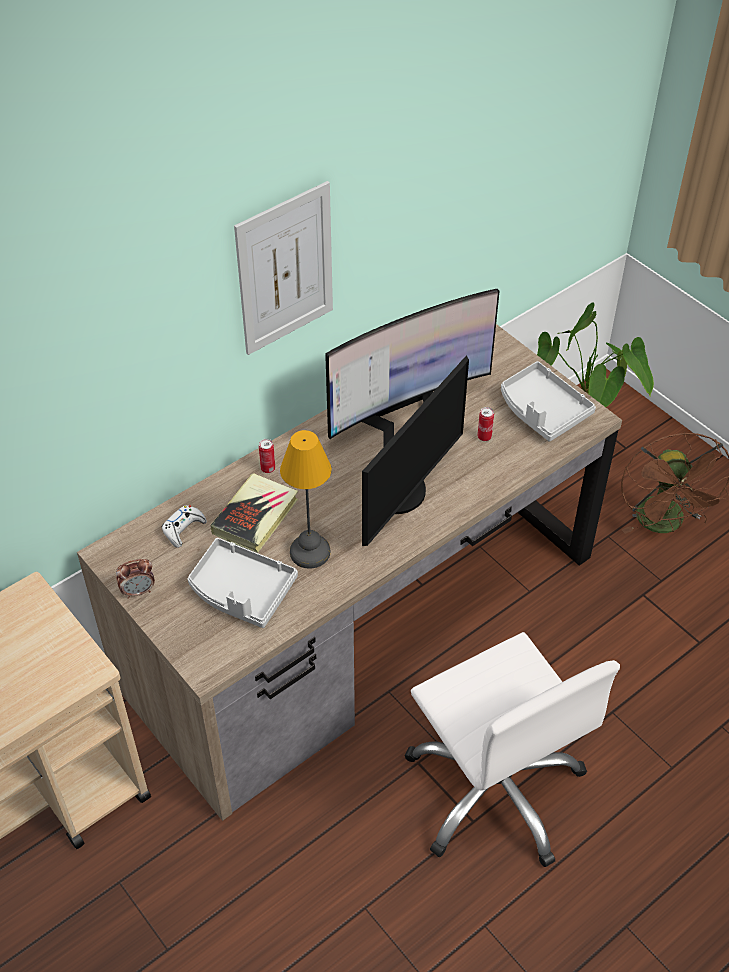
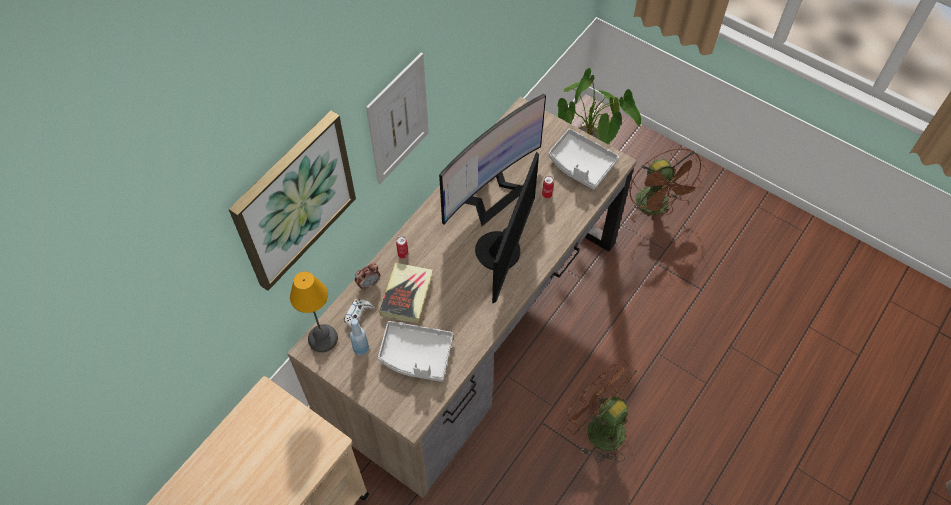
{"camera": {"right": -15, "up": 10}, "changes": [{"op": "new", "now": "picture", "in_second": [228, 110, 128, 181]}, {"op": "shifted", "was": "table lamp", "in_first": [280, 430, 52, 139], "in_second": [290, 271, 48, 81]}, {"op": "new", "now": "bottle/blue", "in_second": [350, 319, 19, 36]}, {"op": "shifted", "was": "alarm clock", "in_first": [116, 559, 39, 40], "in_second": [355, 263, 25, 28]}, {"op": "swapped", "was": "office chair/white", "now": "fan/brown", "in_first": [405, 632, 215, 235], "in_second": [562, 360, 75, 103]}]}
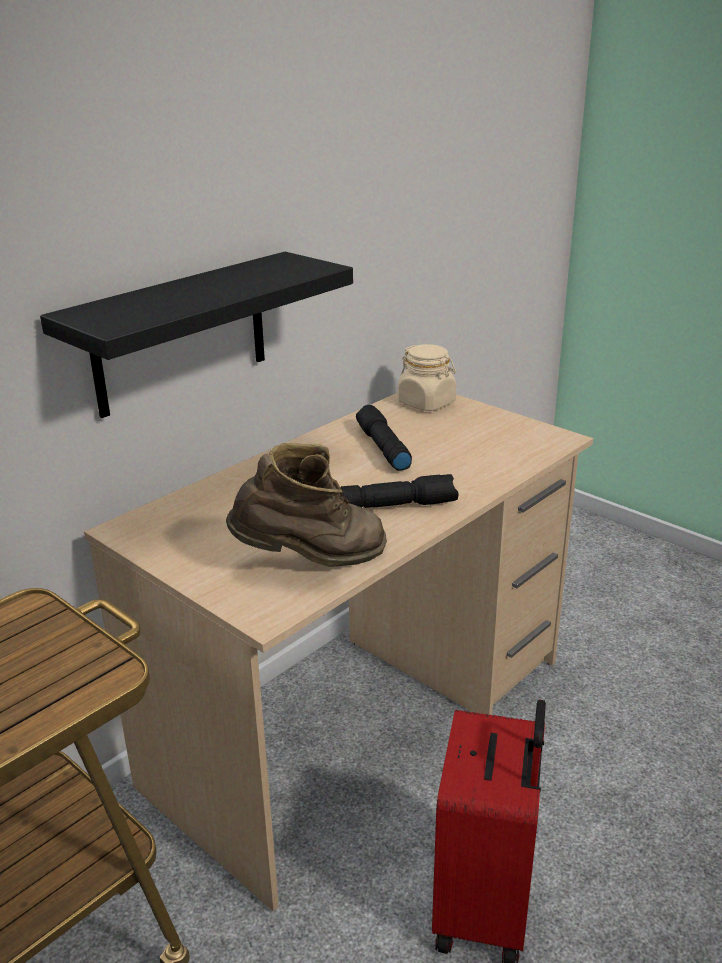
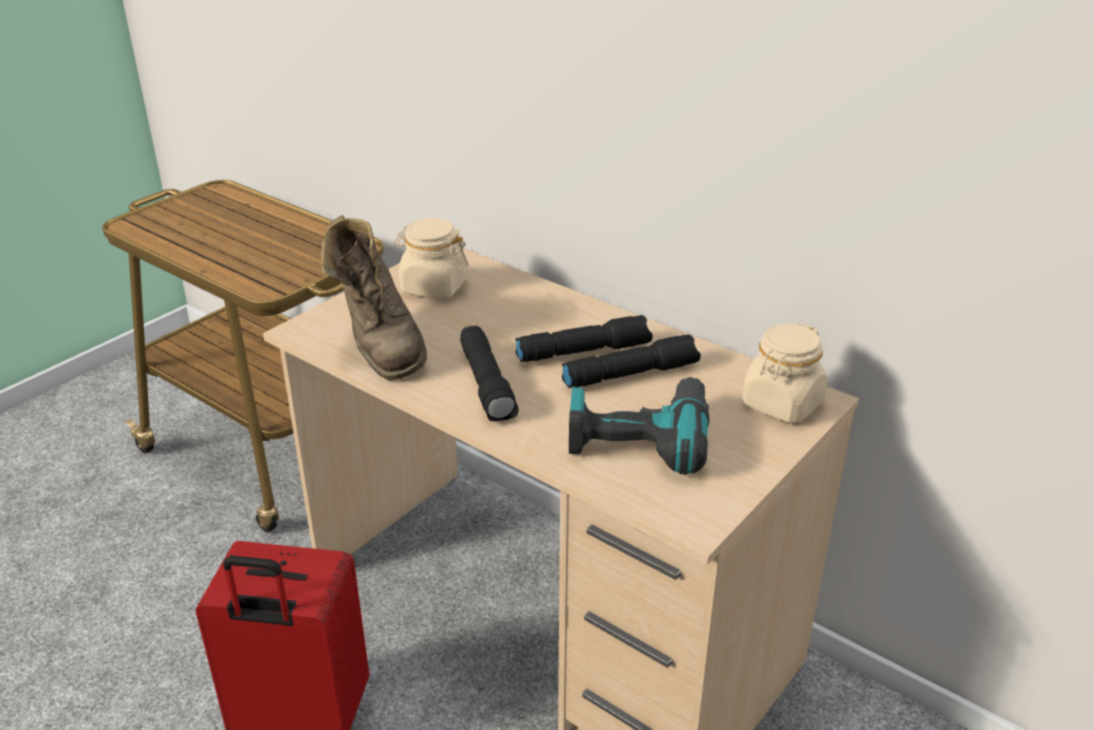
{"camera": {"right": 85, "up": 5}, "changes": [{"op": "new", "now": "jar/beige", "in_second": [394, 218, 75, 81]}, {"op": "new", "now": "flashlight/black", "in_second": [515, 315, 138, 47]}, {"op": "new", "now": "power drill", "in_second": [569, 377, 141, 98]}, {"op": "gone", "was": "shelf/black", "in_first": [40, 252, 313, 166]}]}
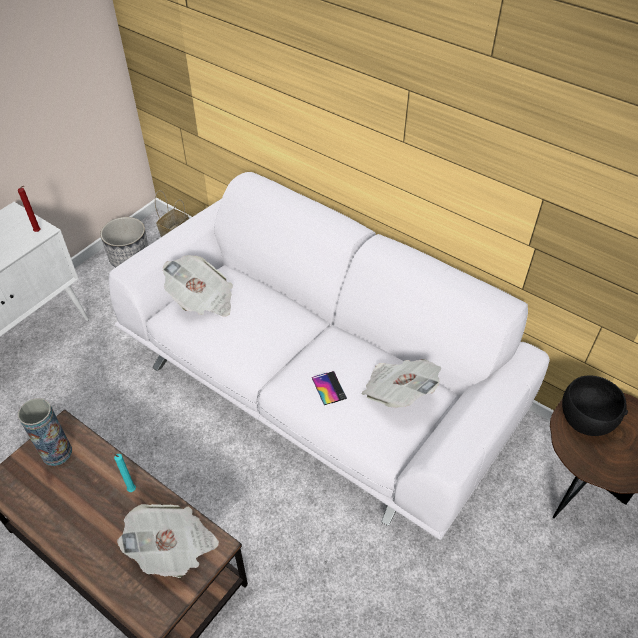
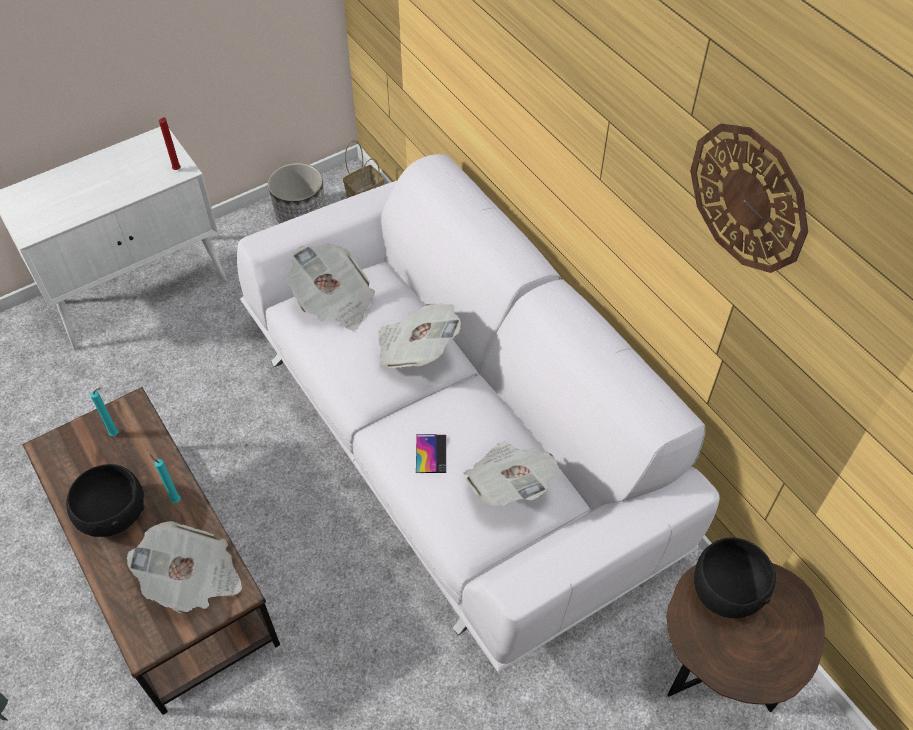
{"camera": {"right": 20, "up": 5}, "changes": [{"op": "new", "now": "bowl/black", "in_second": [66, 464, 78, 73]}, {"op": "swapped", "was": "vase", "now": "candle/turquoise", "in_first": [18, 398, 54, 68], "in_second": [90, 388, 29, 48]}, {"op": "new", "now": "newspaper", "in_second": [378, 303, 83, 65]}, {"op": "new", "now": "wall clock", "in_second": [690, 124, 118, 149]}]}
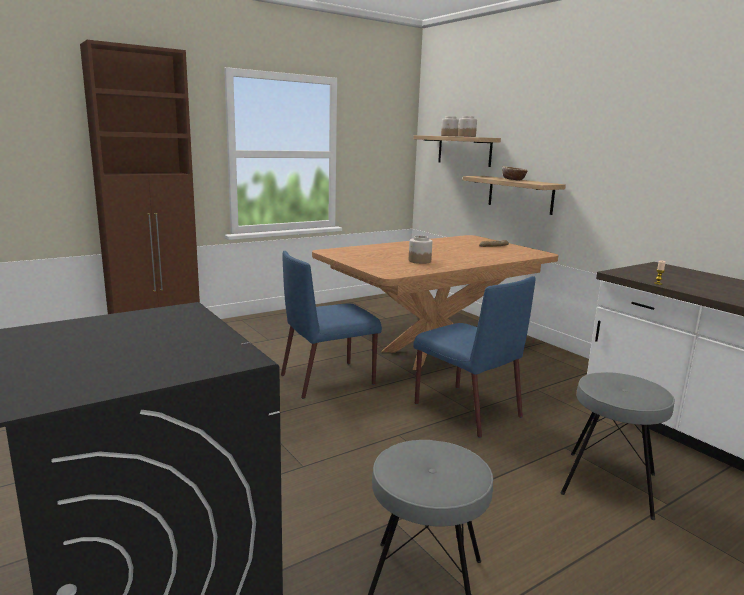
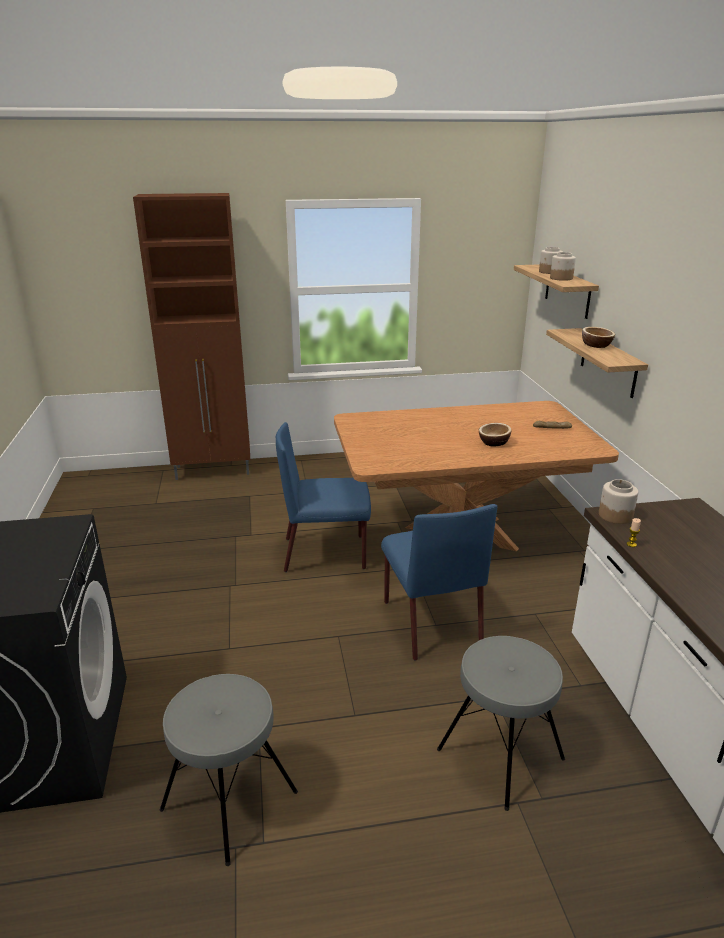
{"camera": {"right": 25, "up": 10}, "changes": [{"op": "new", "now": "bowl", "in_second": [479, 423, 32, 24]}, {"op": "shifted", "was": "jar", "in_first": [409, 236, 23, 28], "in_second": [599, 479, 39, 45]}]}
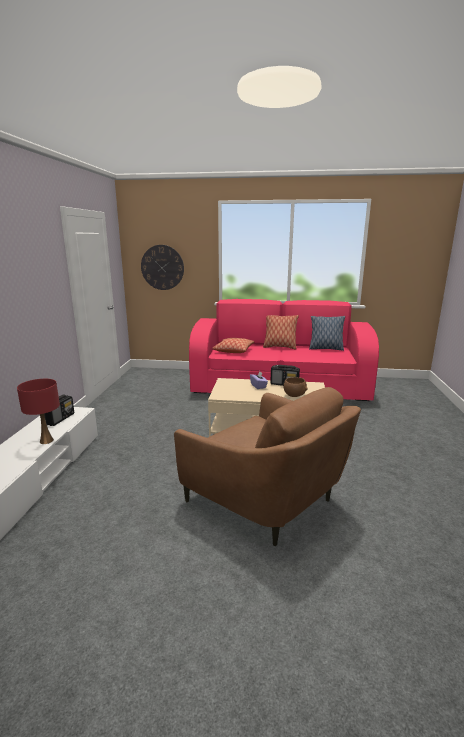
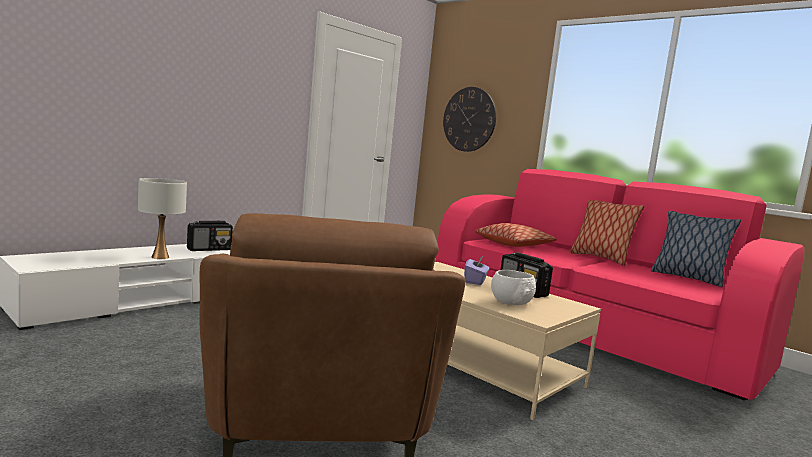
{"camera": {"right": 35, "up": -10}, "changes": [{"op": "repainted", "was": "table lamp/red", "now": "table lamp/white", "in_first": [17, 379, 43, 65], "in_second": [138, 178, 49, 81]}, {"op": "repainted", "was": "bowl/brown", "now": "bowl/white", "in_first": [283, 377, 25, 20], "in_second": [491, 270, 45, 35]}]}
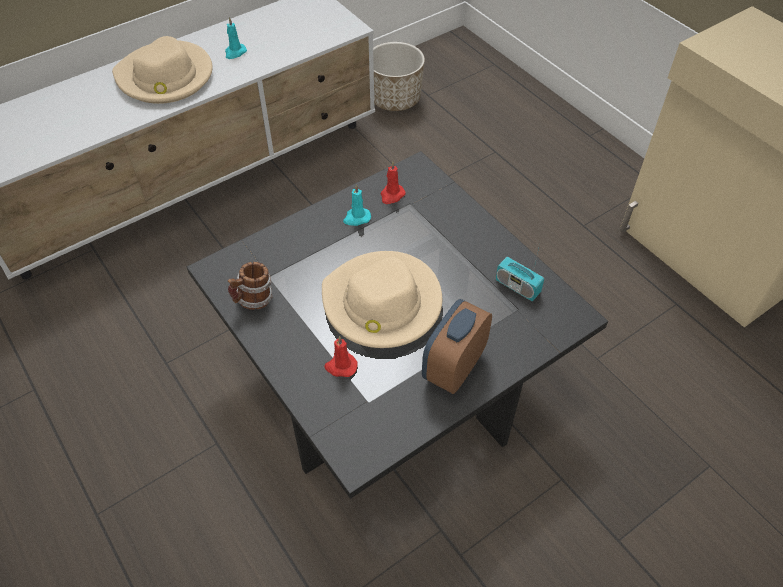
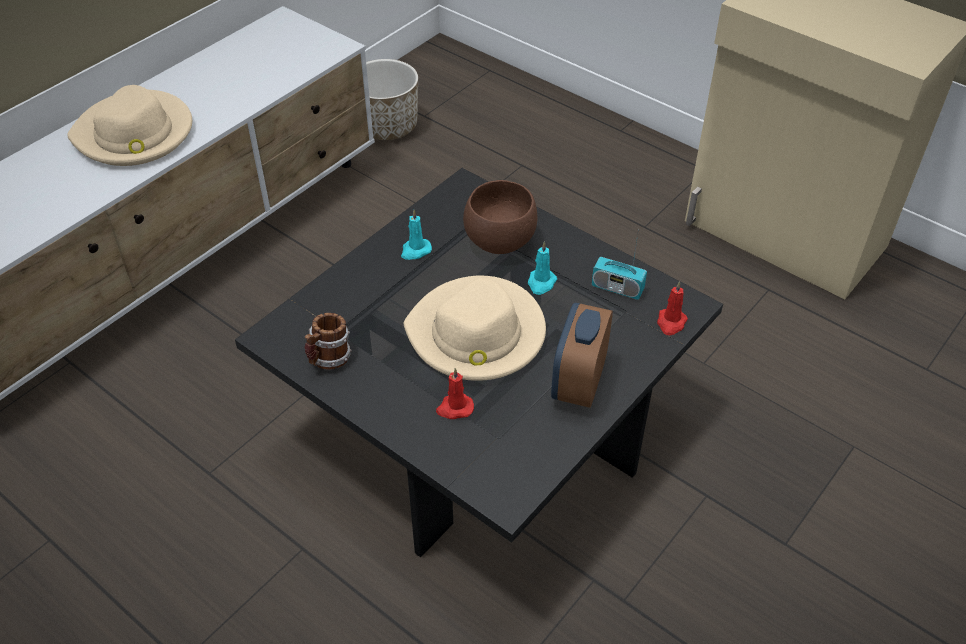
{"camera": {"right": -15, "up": -5}, "changes": [{"op": "new", "now": "bowl/brown", "in_second": [463, 180, 74, 74]}, {"op": "shifted", "was": "candle/turquoise", "in_first": [225, 17, 22, 42], "in_second": [528, 241, 29, 54]}, {"op": "shifted", "was": "candle/red", "in_first": [381, 161, 25, 43], "in_second": [657, 281, 31, 54]}]}
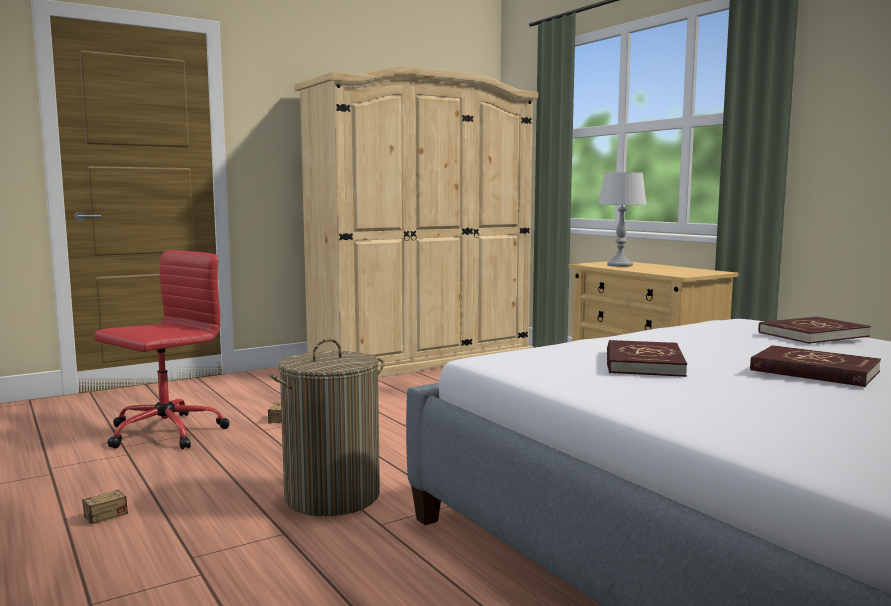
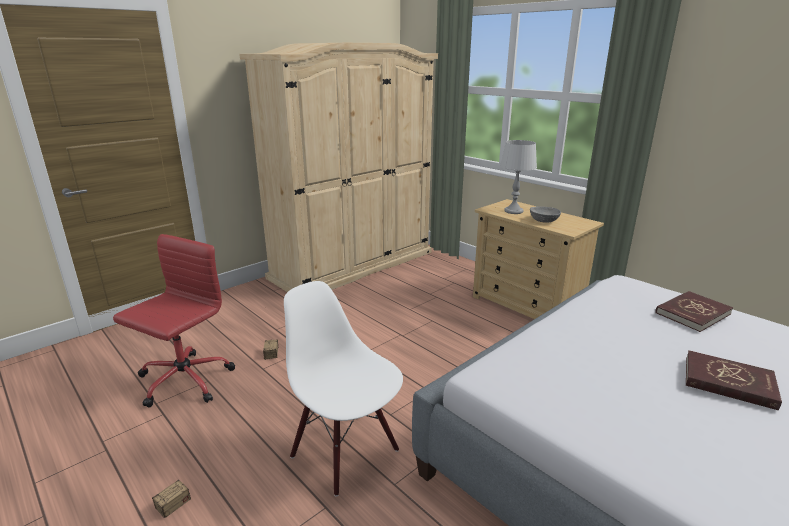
{"camera": {"right": -10, "up": 15}, "changes": [{"op": "swapped", "was": "laundry basket", "now": "chair/white", "in_first": [270, 339, 114, 177], "in_second": [284, 281, 119, 215]}, {"op": "new", "now": "bowl/grey", "in_second": [530, 206, 31, 16]}, {"op": "gone", "was": "book/red", "in_first": [607, 340, 80, 37]}]}
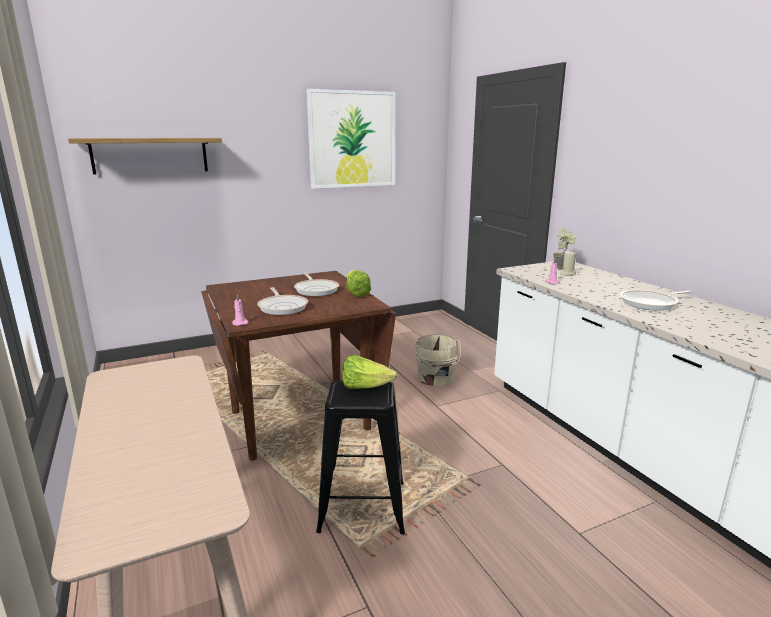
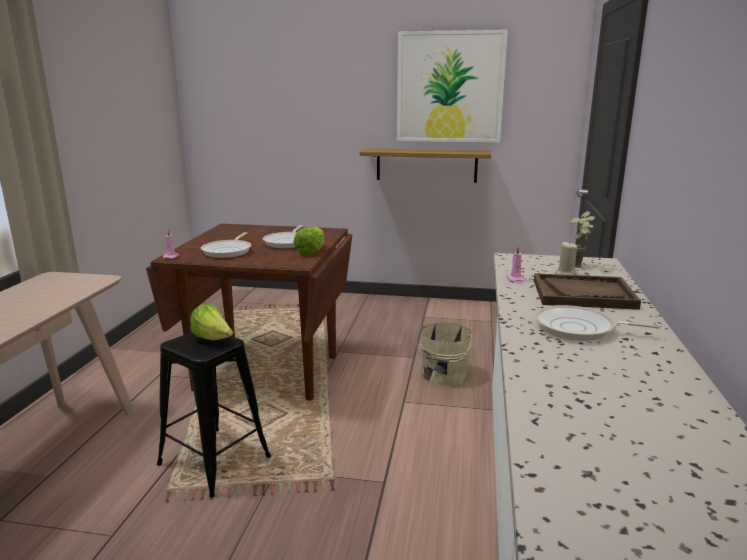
{"camera": {"right": 35, "up": 0}, "changes": [{"op": "shifted", "was": "shelf", "in_first": [68, 138, 154, 37], "in_second": [360, 148, 131, 35]}, {"op": "new", "now": "tray/brown", "in_second": [534, 273, 107, 37]}]}
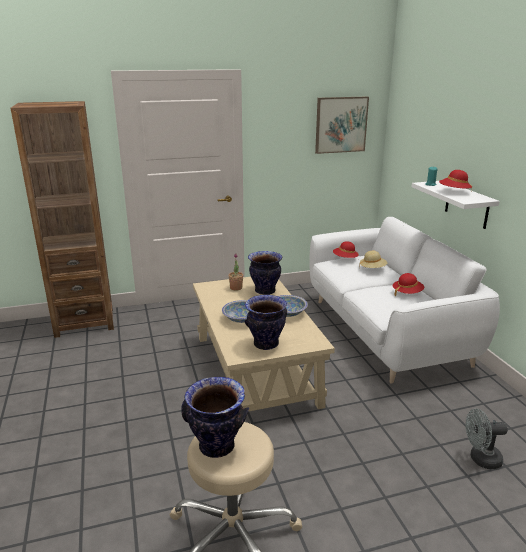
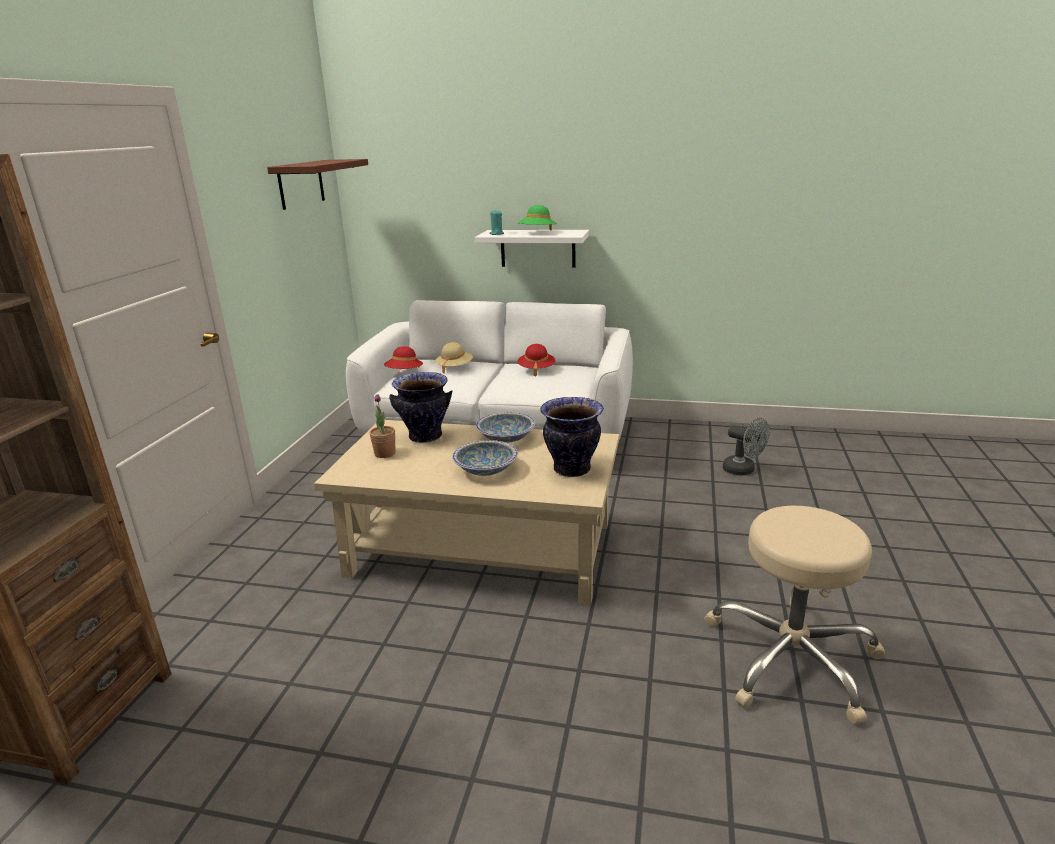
{"camera": {"right": -60, "up": 0}, "changes": [{"op": "swapped", "was": "picture", "now": "shelf/brown", "in_first": [315, 96, 54, 58], "in_second": [267, 159, 101, 51]}, {"op": "repainted", "was": "hat/red", "now": "hat/green", "in_first": [439, 170, 33, 21], "in_second": [518, 205, 39, 26]}, {"op": "rotated", "was": "fan/grey", "in_first": [466, 409, 42, 60], "in_second": [722, 418, 47, 58], "clockwise": -75}, {"op": "gone", "was": "vase", "in_first": [181, 377, 68, 81]}]}
